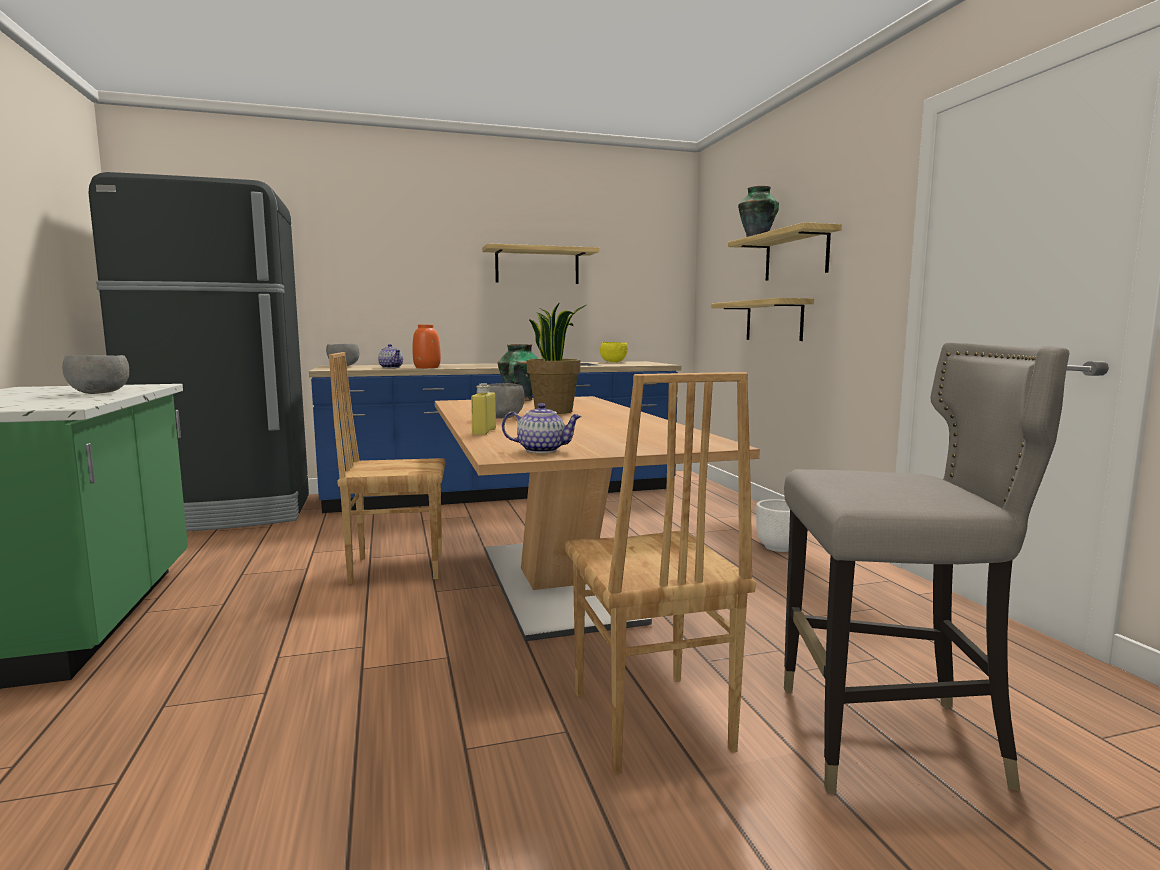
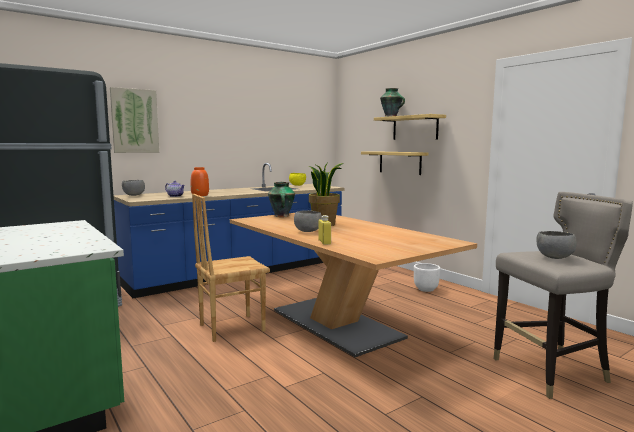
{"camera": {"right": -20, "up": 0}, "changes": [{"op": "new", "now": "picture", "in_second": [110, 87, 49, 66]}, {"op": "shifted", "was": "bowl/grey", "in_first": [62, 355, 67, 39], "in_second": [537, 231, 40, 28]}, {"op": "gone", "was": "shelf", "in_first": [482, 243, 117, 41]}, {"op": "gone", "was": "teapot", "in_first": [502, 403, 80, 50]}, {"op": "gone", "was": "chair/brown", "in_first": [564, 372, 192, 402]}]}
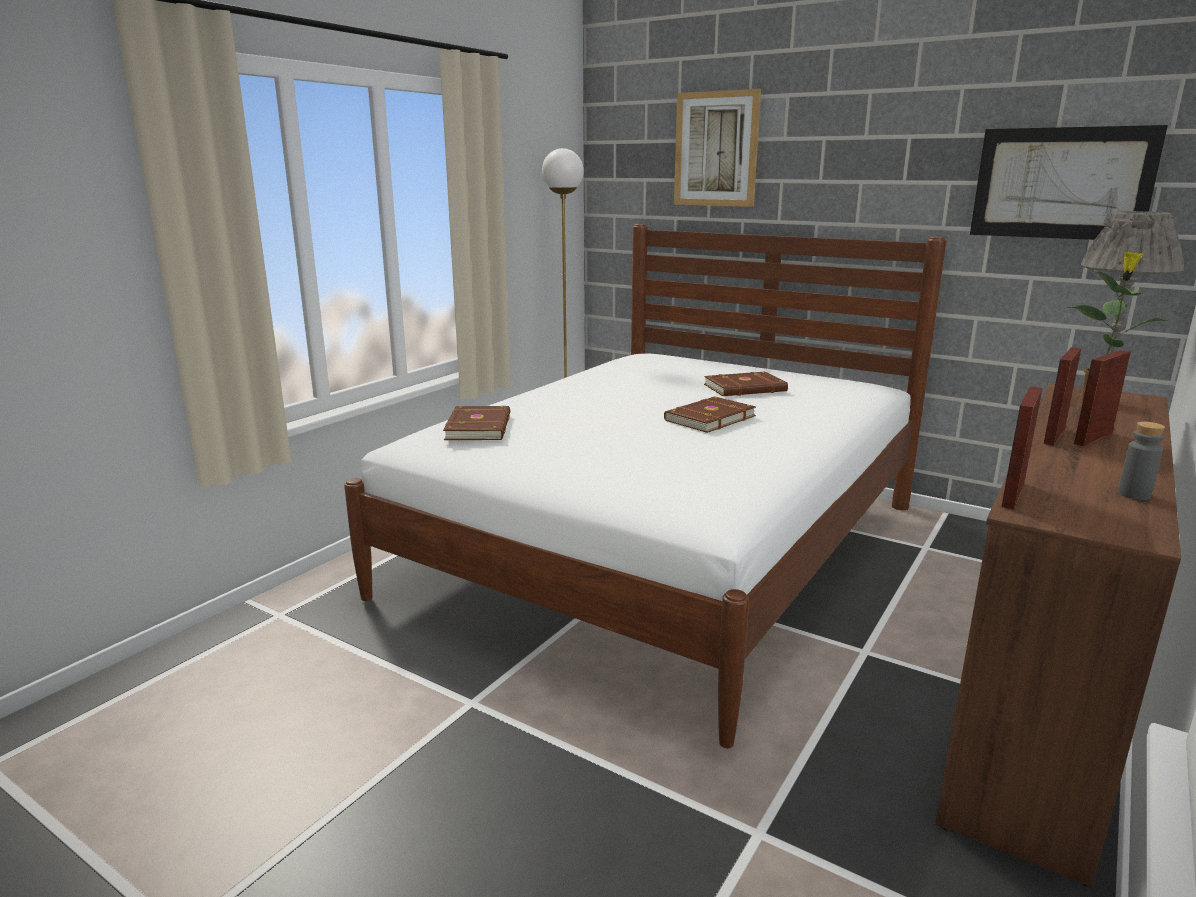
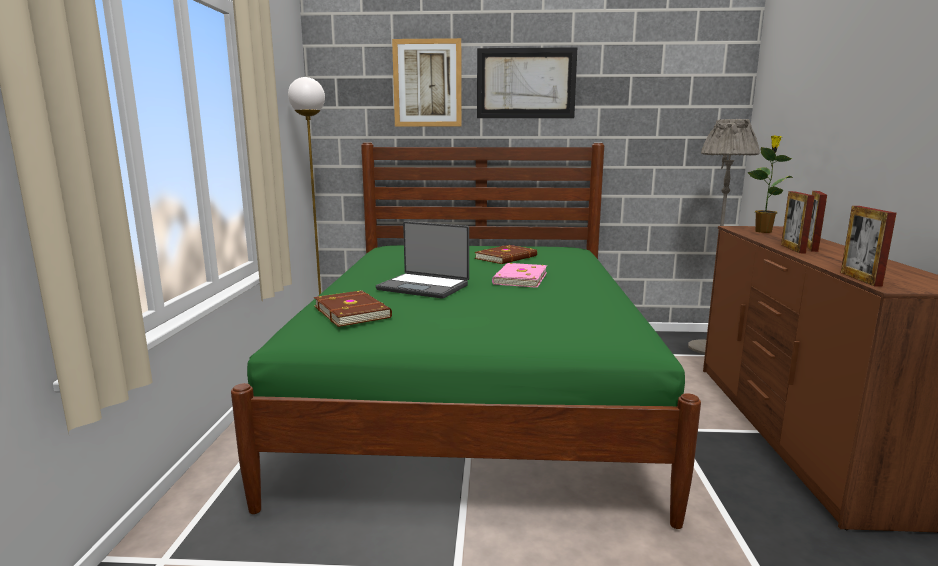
{"camera": {"right": -30, "up": -5}, "changes": [{"op": "repainted", "was": "bed/white", "now": "bed/green", "in_first": [344, 224, 602, 524], "in_second": [231, 143, 470, 386]}, {"op": "new", "now": "laptop", "in_second": [376, 221, 93, 78]}, {"op": "shifted", "was": "picture", "in_first": [970, 125, 198, 115], "in_second": [477, 47, 100, 71]}, {"op": "repainted", "was": "book/brown", "now": "book/pink", "in_first": [664, 396, 92, 37], "in_second": [492, 263, 55, 25]}, {"op": "gone", "was": "bottle/grey", "in_first": [1118, 422, 47, 78]}]}
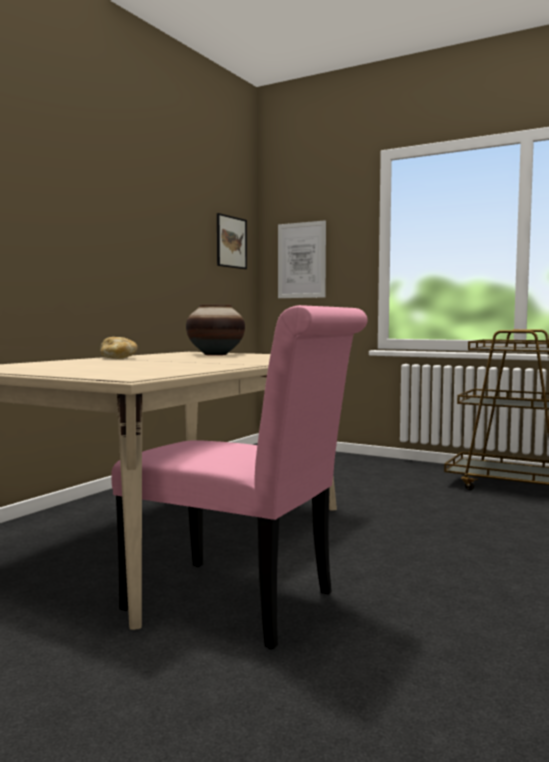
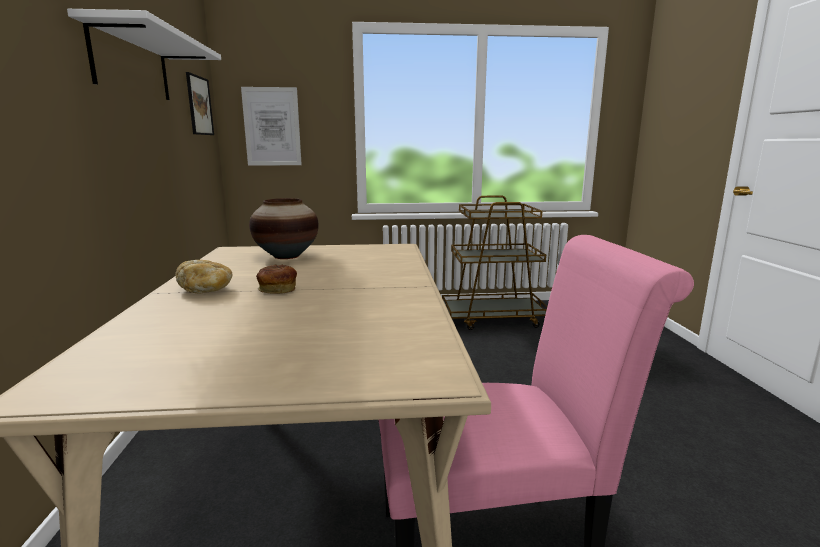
{"camera": {"right": -35, "up": 10}, "changes": [{"op": "new", "now": "shelf/white", "in_second": [67, 9, 154, 91]}, {"op": "new", "now": "bread", "in_second": [256, 264, 41, 30]}]}
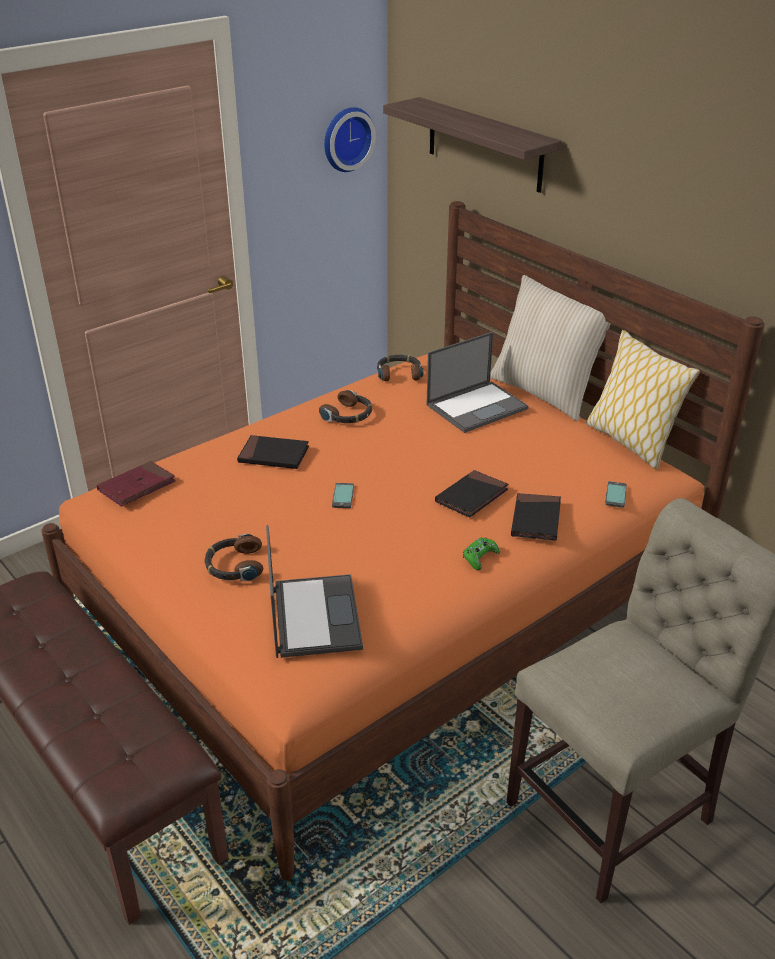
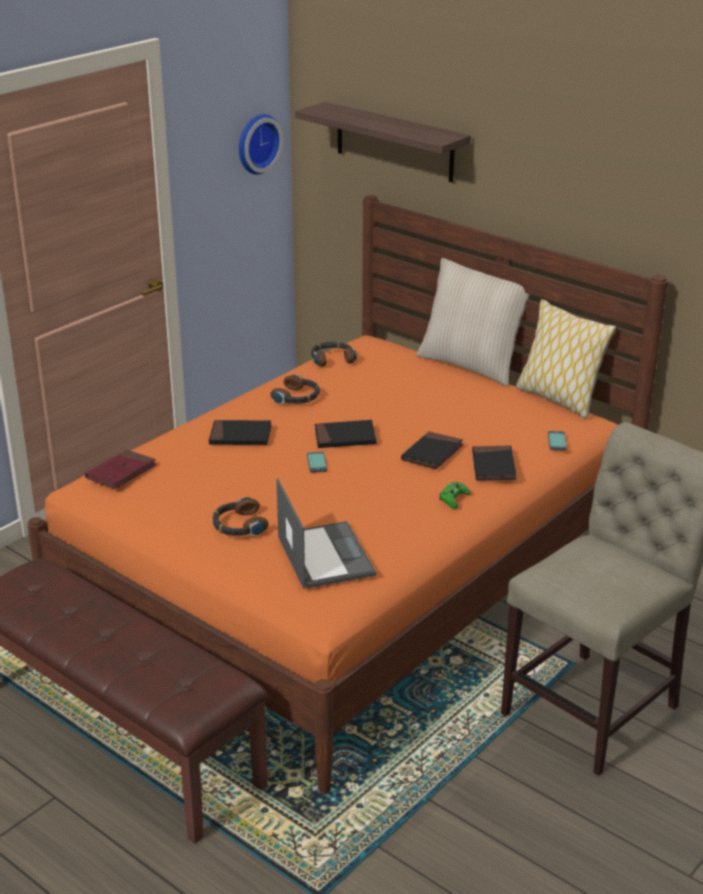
{"camera": {"right": -10, "up": -5}, "changes": [{"op": "new", "now": "book/black", "in_second": [315, 420, 61, 28]}, {"op": "gone", "was": "laptop", "in_first": [427, 332, 101, 101]}]}
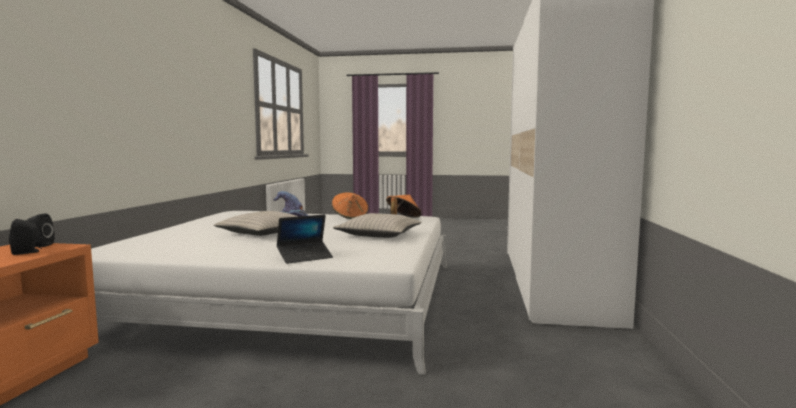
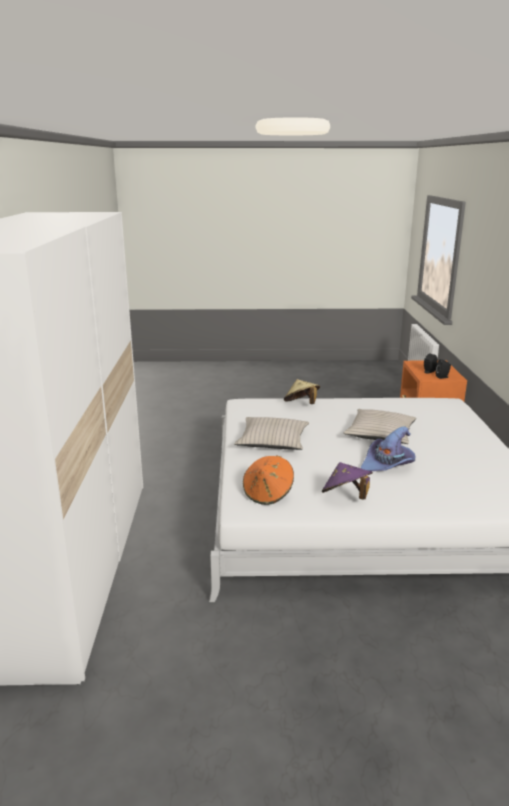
{"camera": {"right": 170, "up": 15}, "changes": [{"op": "swapped", "was": "laptop", "now": "hat/beige", "in_first": [277, 214, 56, 50], "in_second": [284, 379, 36, 25]}, {"op": "repainted", "was": "hat/orange", "now": "hat/purple", "in_first": [332, 193, 37, 26], "in_second": [322, 462, 51, 37]}]}
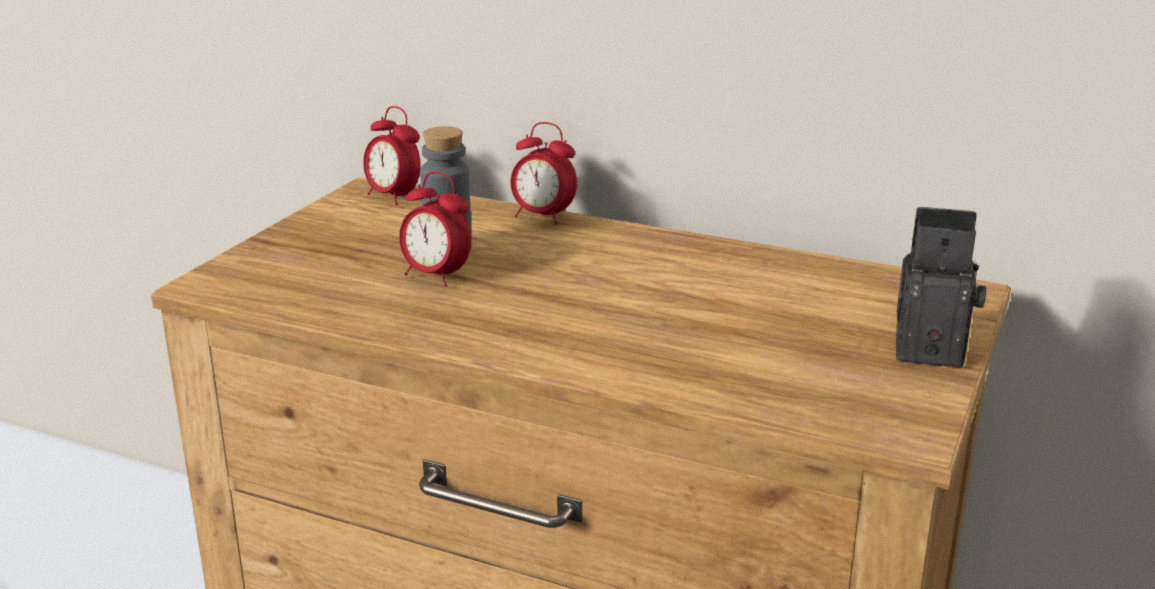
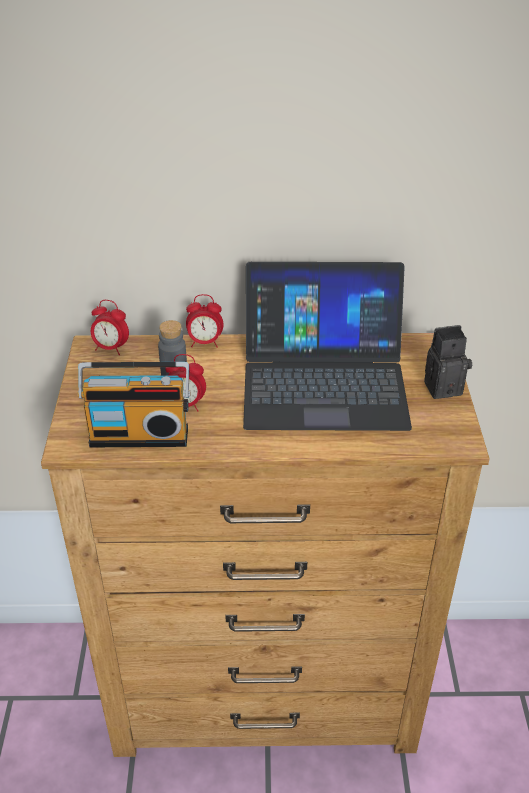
{"camera": {"right": -25, "up": 15}, "changes": [{"op": "new", "now": "radio", "in_second": [77, 362, 113, 85]}, {"op": "new", "now": "laptop", "in_second": [243, 262, 169, 169]}]}
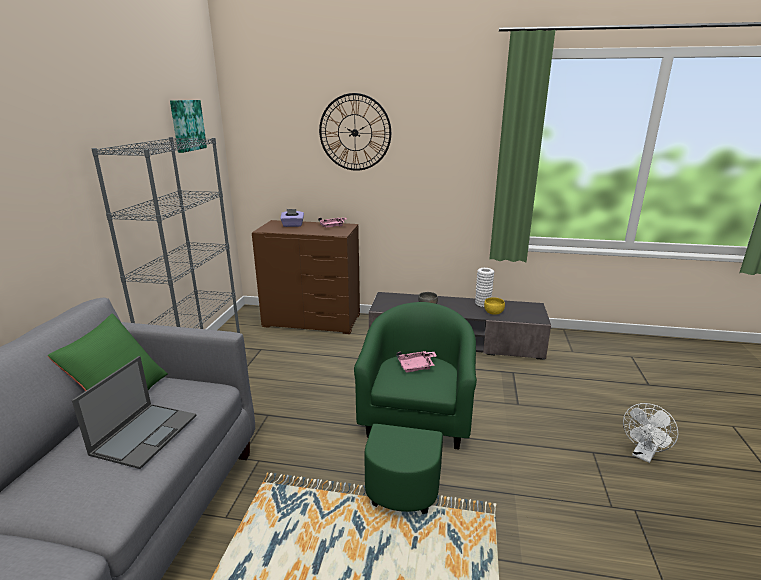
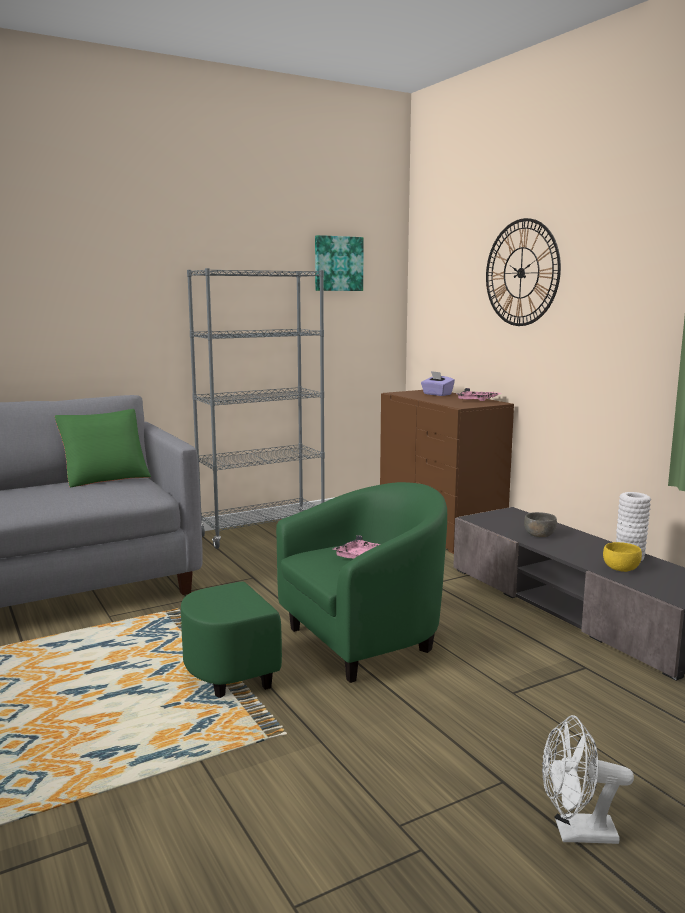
{"camera": {"right": 50, "up": -10}, "changes": [{"op": "gone", "was": "laptop", "in_first": [72, 356, 125, 113]}]}
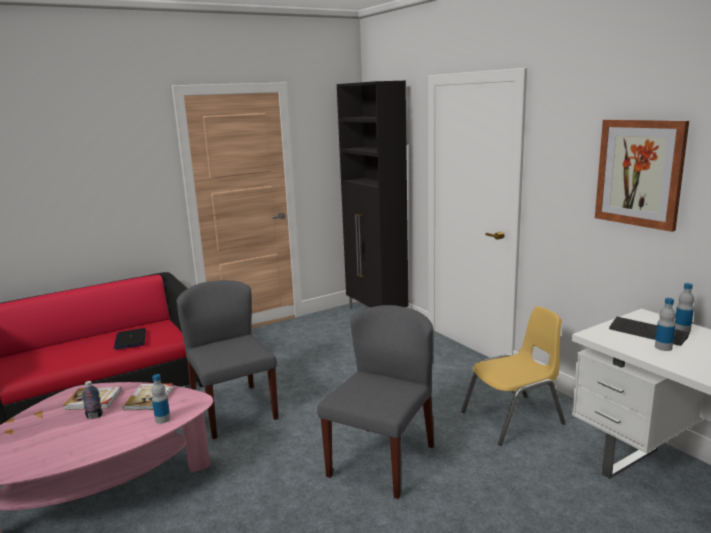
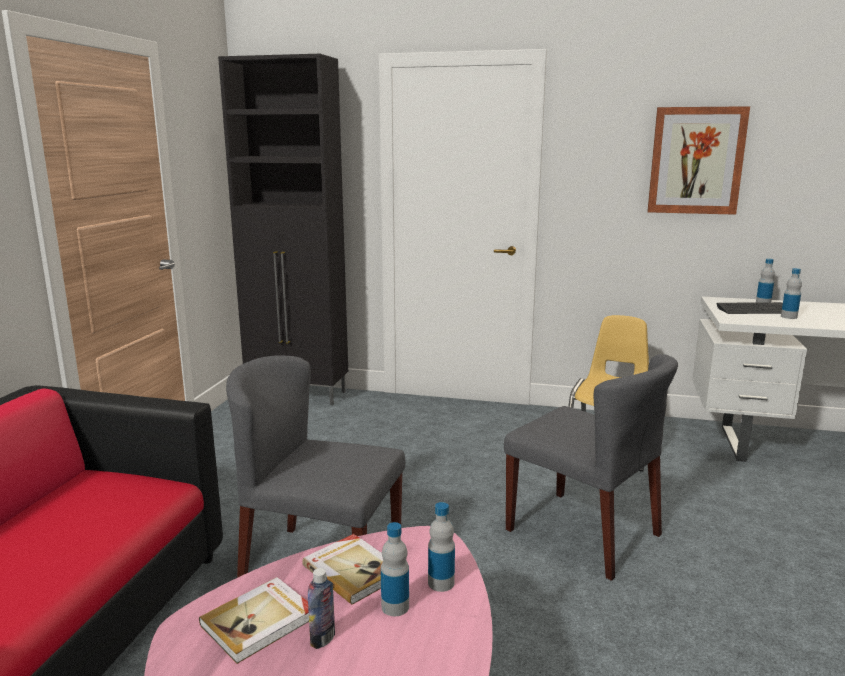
{"camera": {"right": -45, "up": 0}, "changes": [{"op": "new", "now": "bottle", "in_second": [381, 522, 28, 94]}, {"op": "rotated", "was": "chair/grey", "in_first": [317, 305, 117, 194], "in_second": [504, 354, 174, 227], "clockwise": 150}, {"op": "gone", "was": "laptop", "in_first": [114, 328, 32, 22]}]}
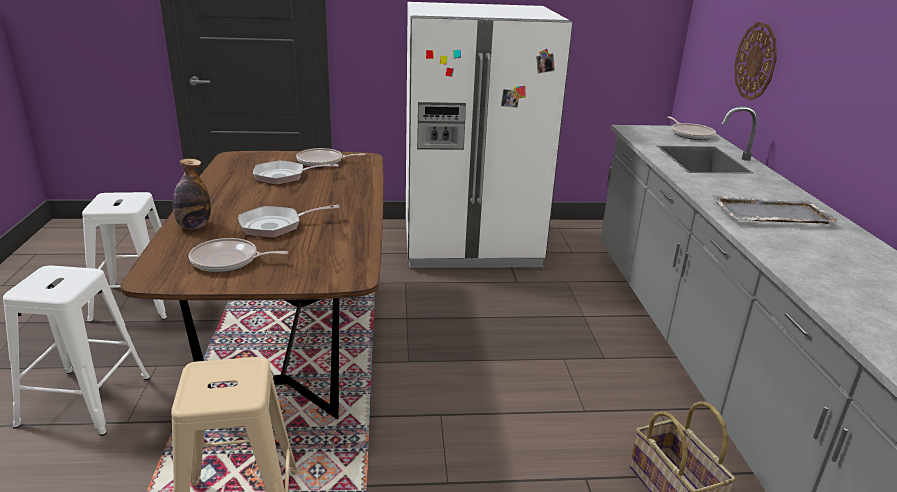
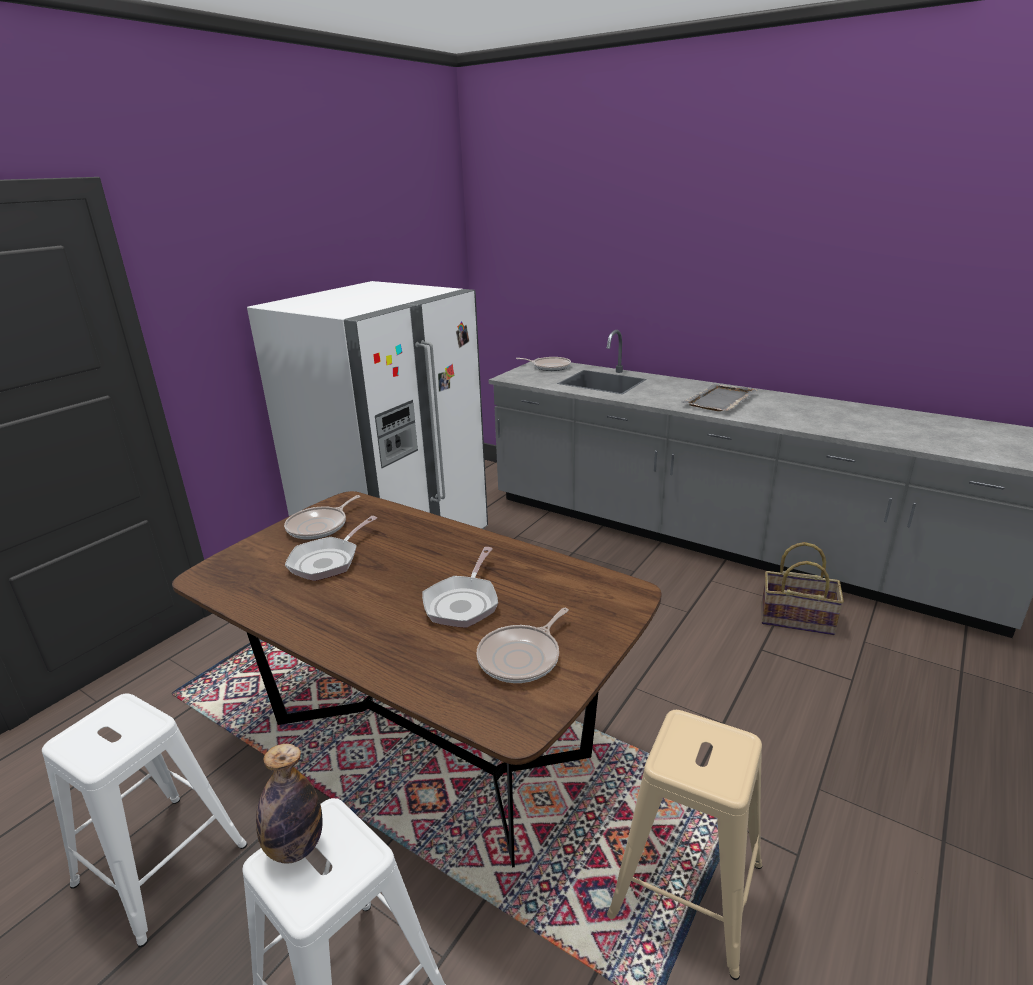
{"camera": {"right": -50, "up": 0}, "changes": [{"op": "shifted", "was": "bottle", "in_first": [172, 159, 39, 71], "in_second": [256, 744, 67, 120]}, {"op": "gone", "was": "wall clock", "in_first": [735, 22, 42, 78]}]}
